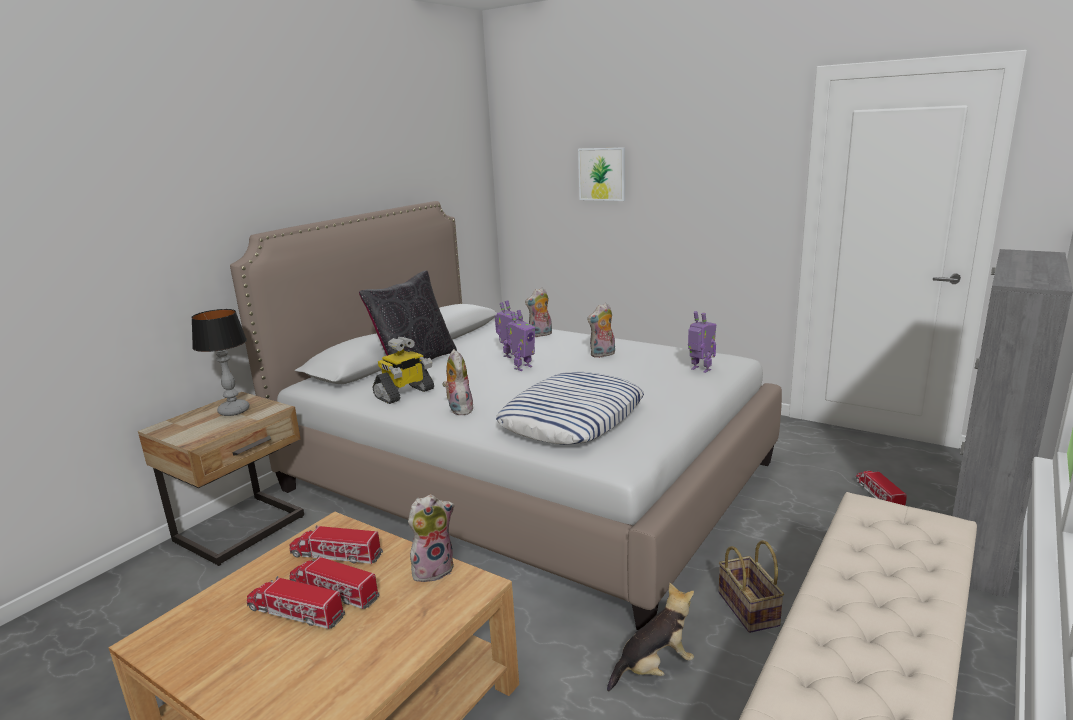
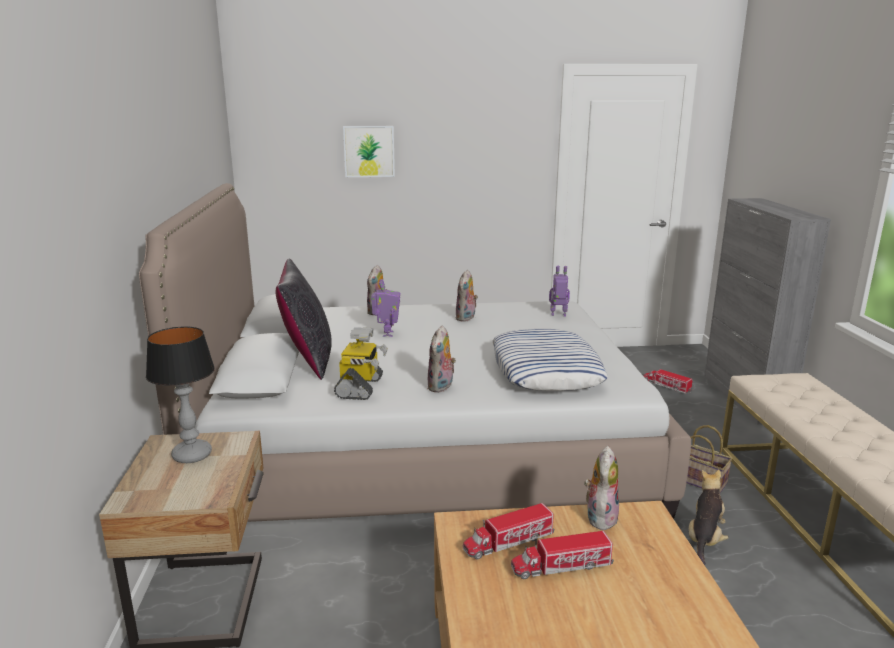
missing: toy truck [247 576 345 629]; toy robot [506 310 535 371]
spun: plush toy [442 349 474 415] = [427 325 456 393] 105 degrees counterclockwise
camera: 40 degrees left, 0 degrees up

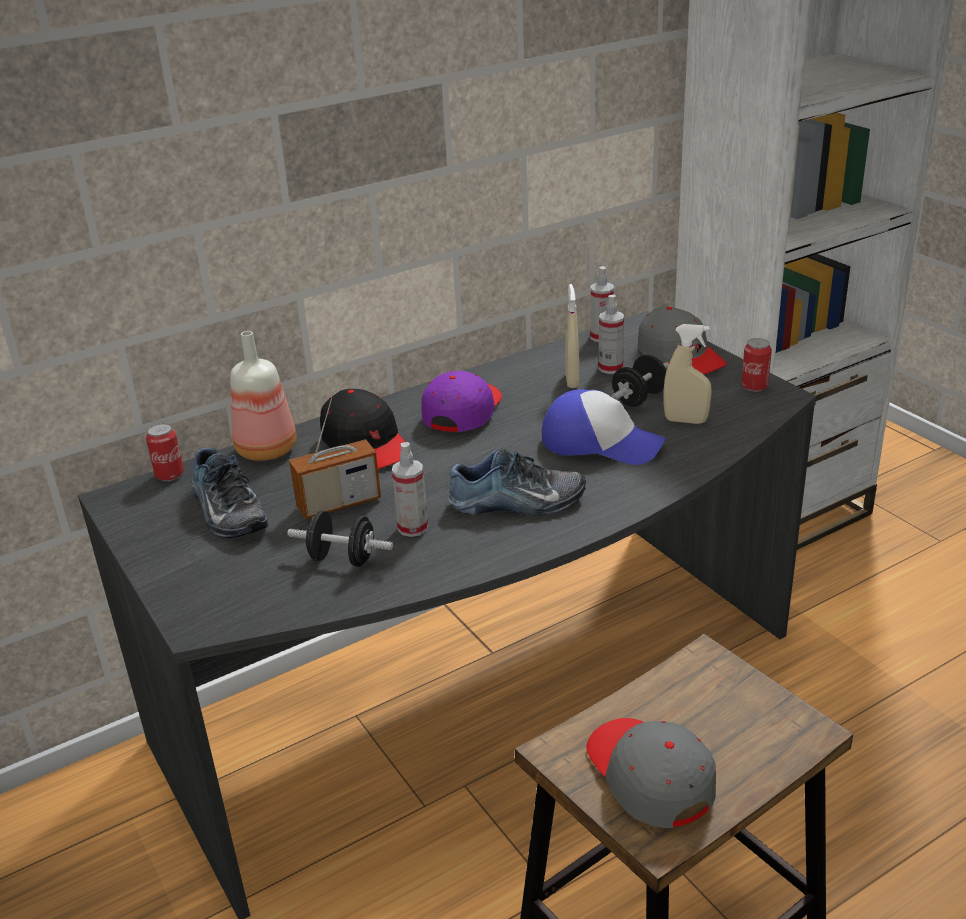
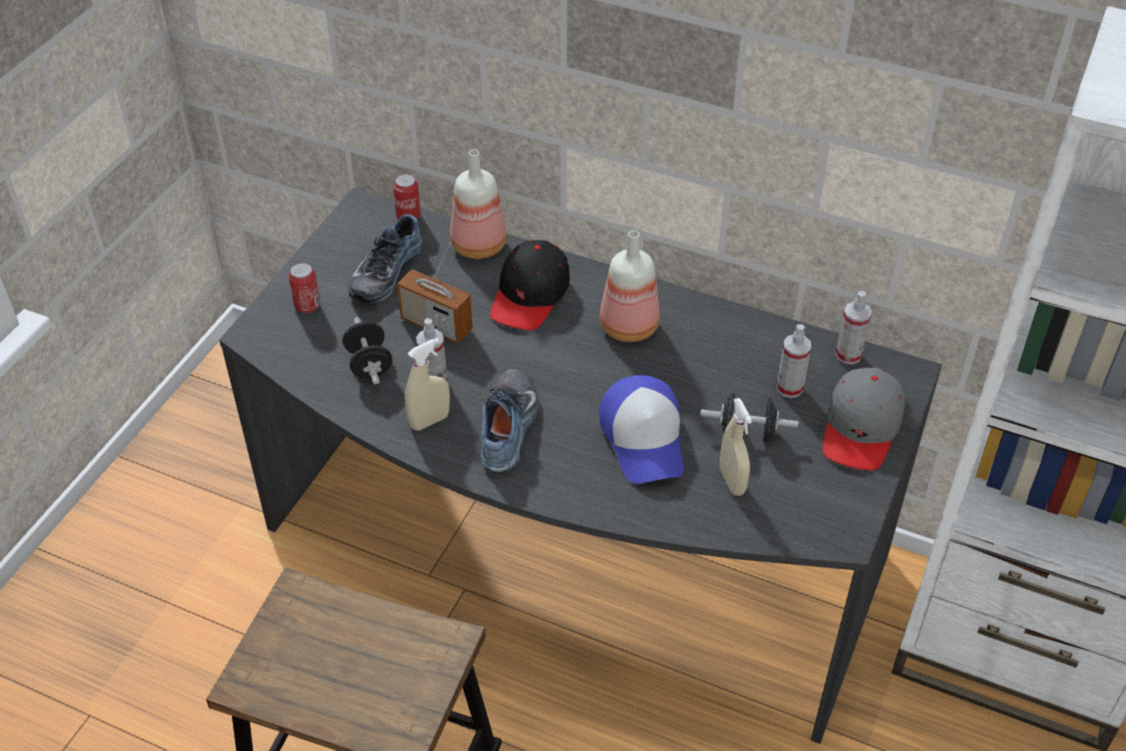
missing: grey cap [586 718 716 828]
relocated: can [741 338 772 392] to [289 263 320 313]; beige spray bottle [565 284 579 388] to [405 338 450 431]
exchanged: purple cap [421 371 502 432] to bottle [600 230 660 342]
spun: shoe [448 448 586 516] = [481 367 539 473] 135 degrees counterclockwise
camera: 55 degrees right, 15 degrees up

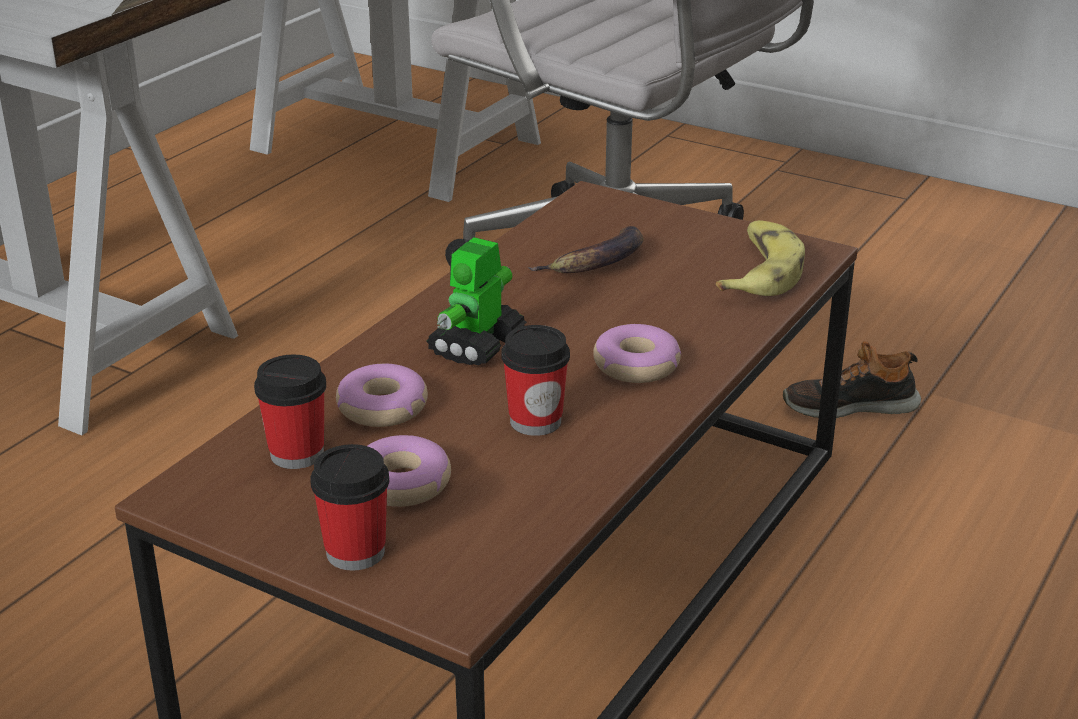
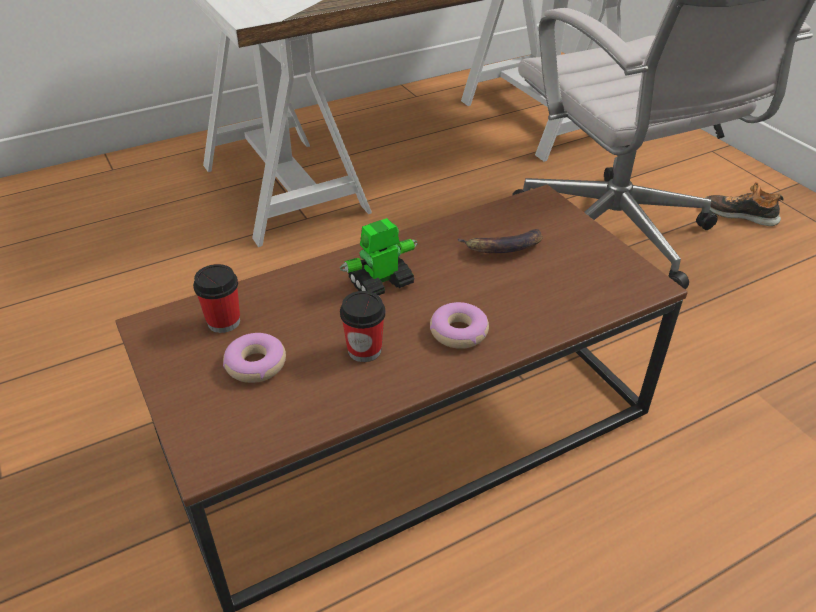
missing: cup [311 444 389 571]; donut [336 364 428 427]; banana [716 220 805 296]
relocated: shoe [783 341 921 418] to [705 182 783 226]
camera: 30 degrees right, 10 degrees up

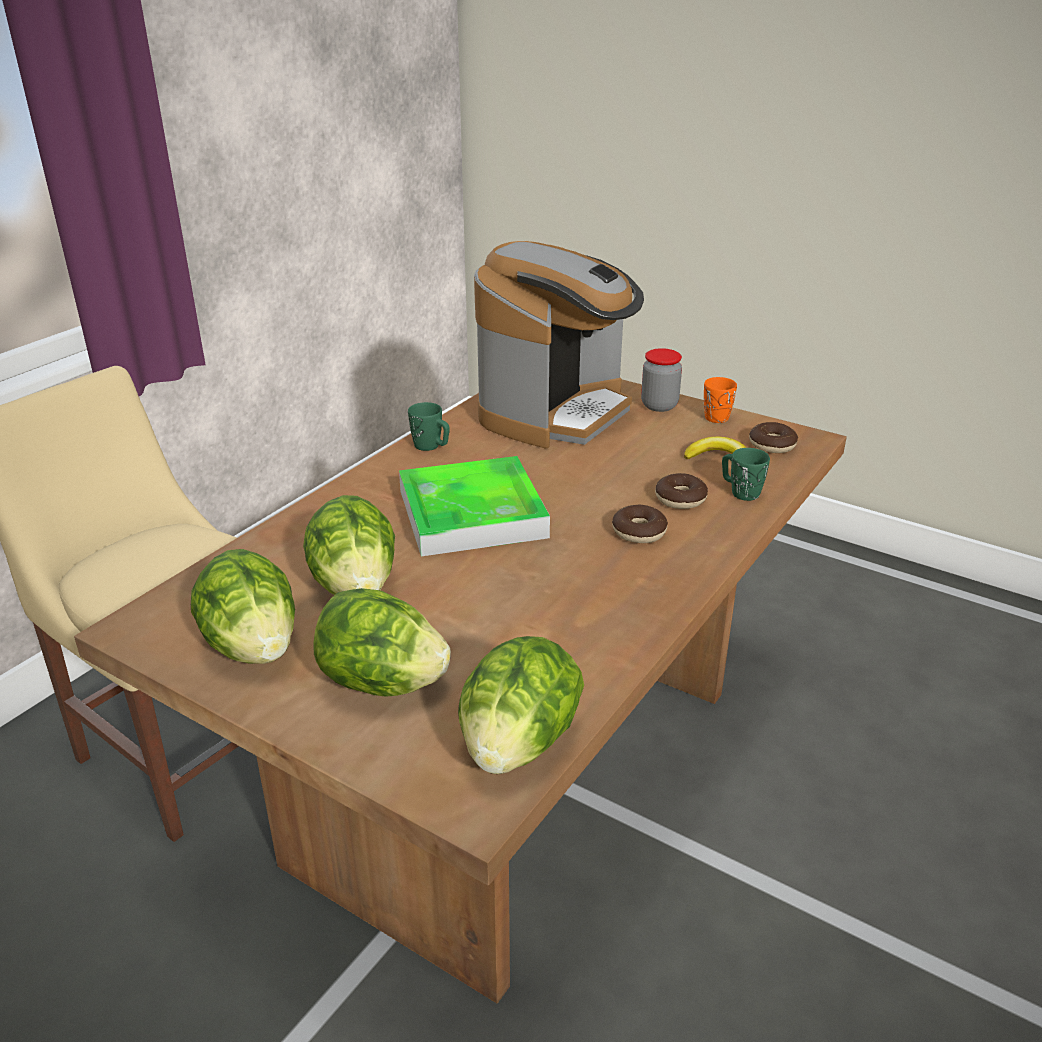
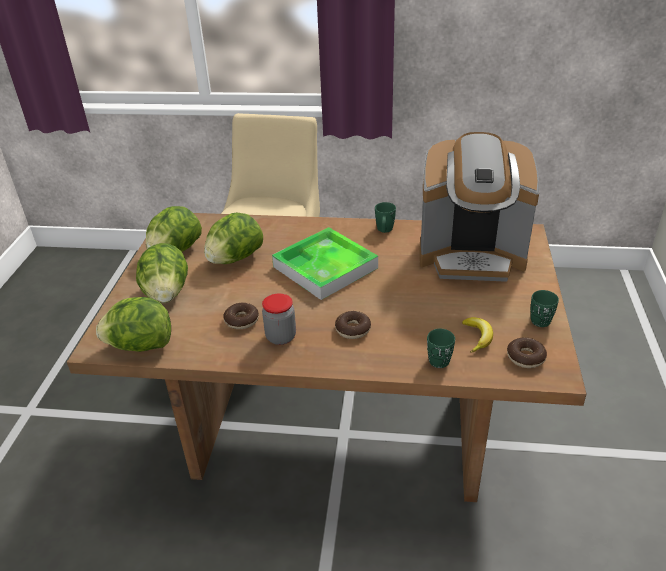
relocated: donut [655 473 708 509] to [223 303 259 329]; jar [641 348 682 412] to [262 293 296 345]
colour: orange mug [704 377 737 423] to green mug [531 290 559 327]
camera: 65 degrees right, 5 degrees up

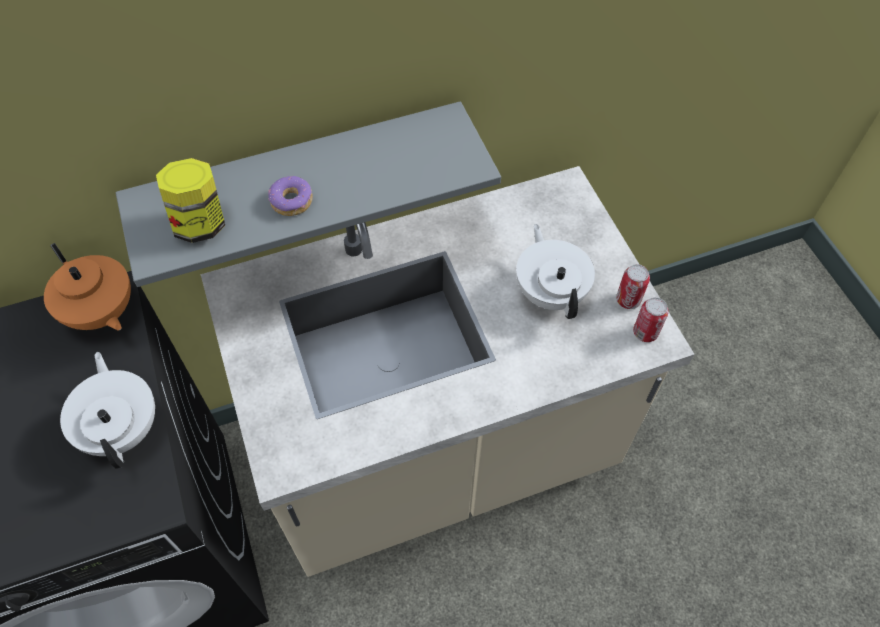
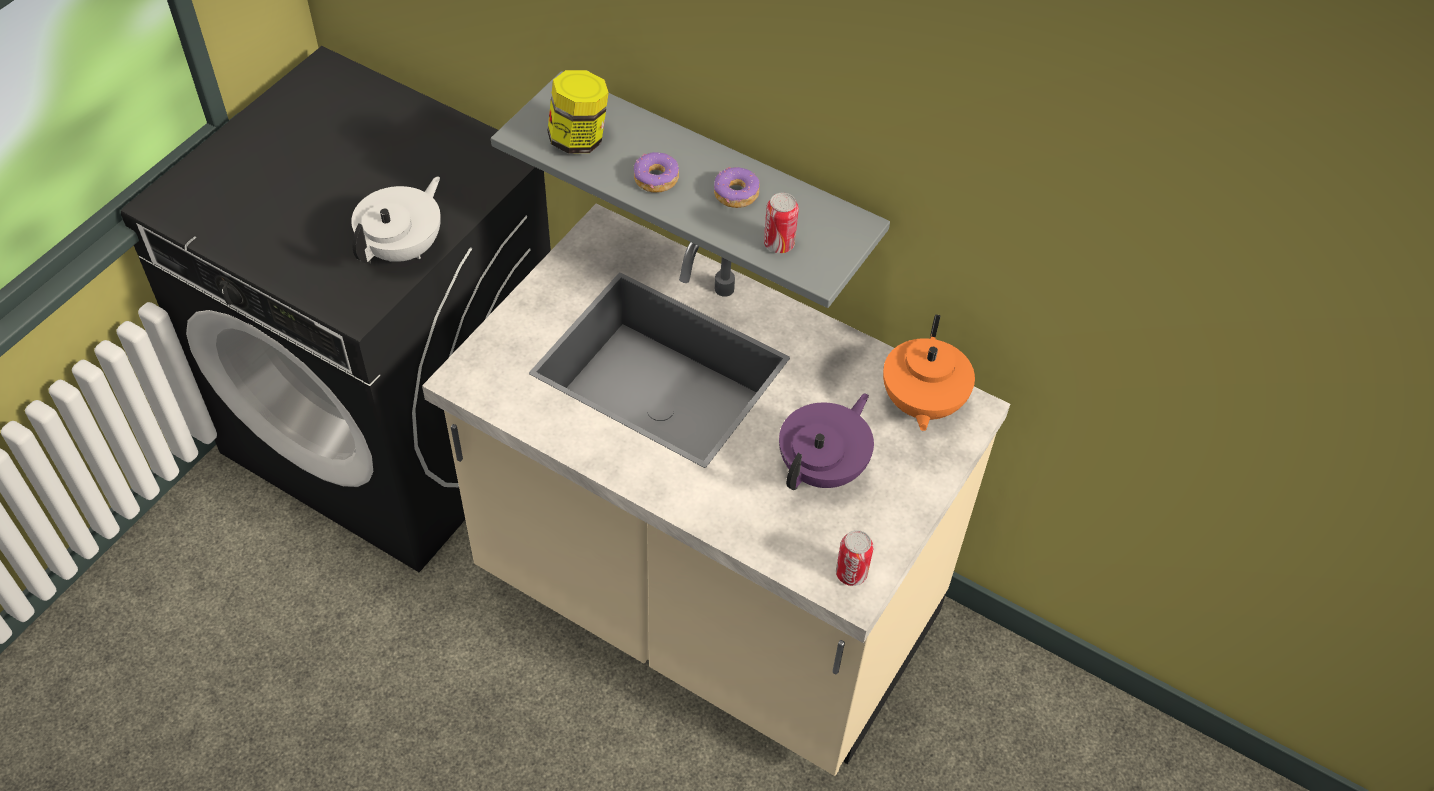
appeared: donut [714 167 760 208]
relocated: can [616 264 650 309] to [764 193 799 253]; orange teapot [44 243 131 331] to [883 314 975 431]
colour: white teapot [516 224 595 319] to purple teapot [779 393 874 490]
camera: 50 degrees right, 5 degrees down

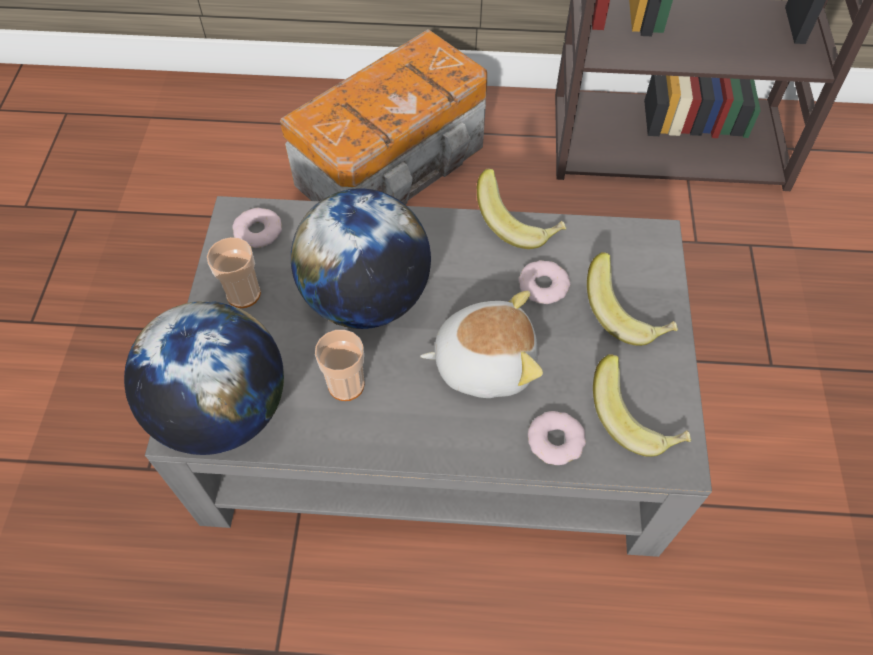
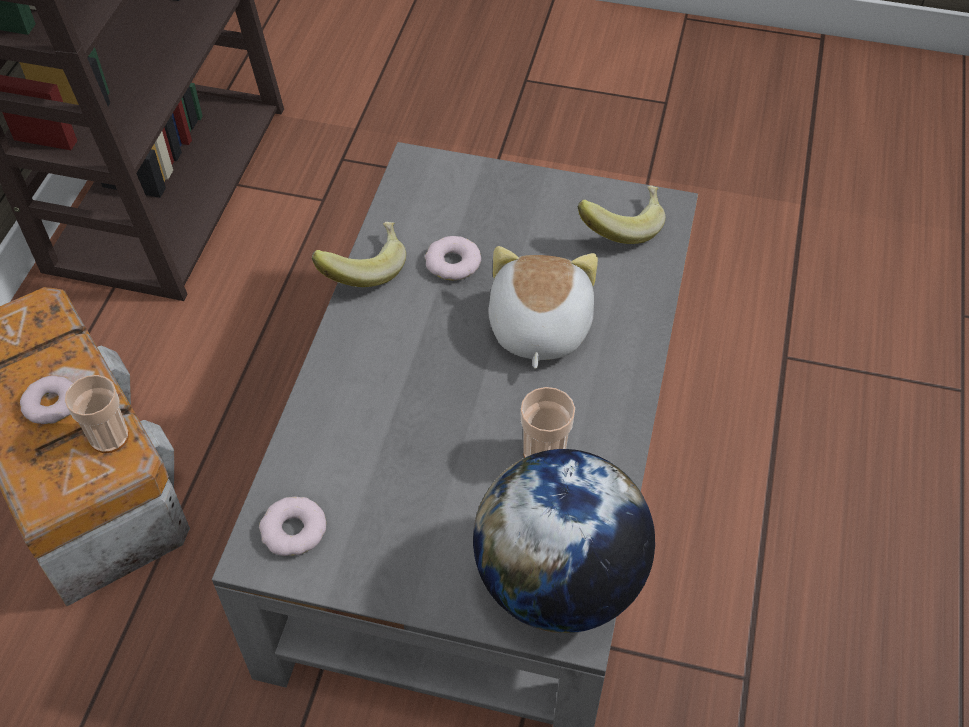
missing: globe [291 188 431 329]; banana [587 252 678 346]
relocated: donut [528 411 586 465] to [20 376 73 424]; cup [207 237 261 308] to [65 375 129 453]
camera: 80 degrees left, 5 degrees down

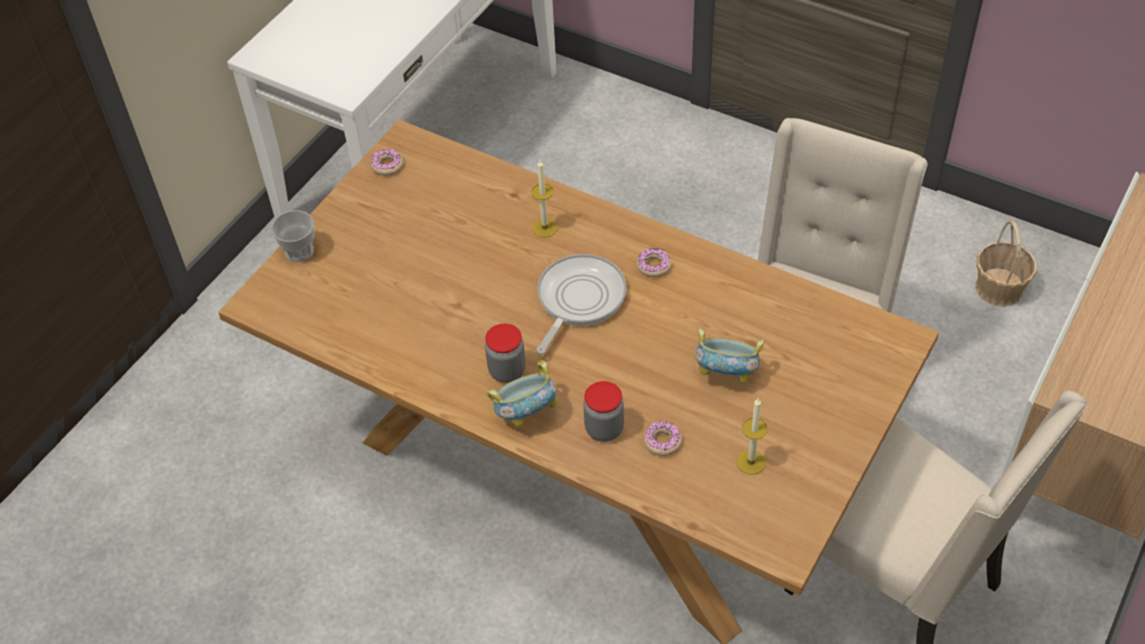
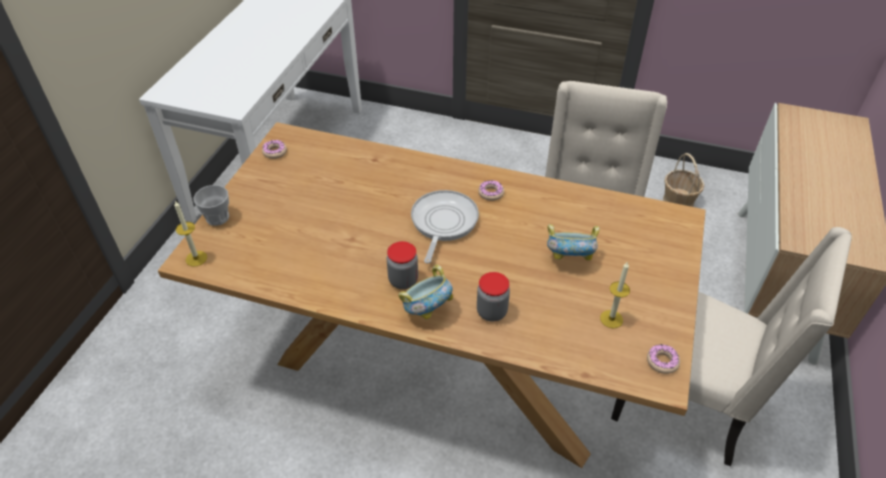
relocated: candle [531 160 558 237] to [174 201 207 267]; donut [644 421 682 456] to [647 344 680 374]
camera: 15 degrees left, 5 degrees down

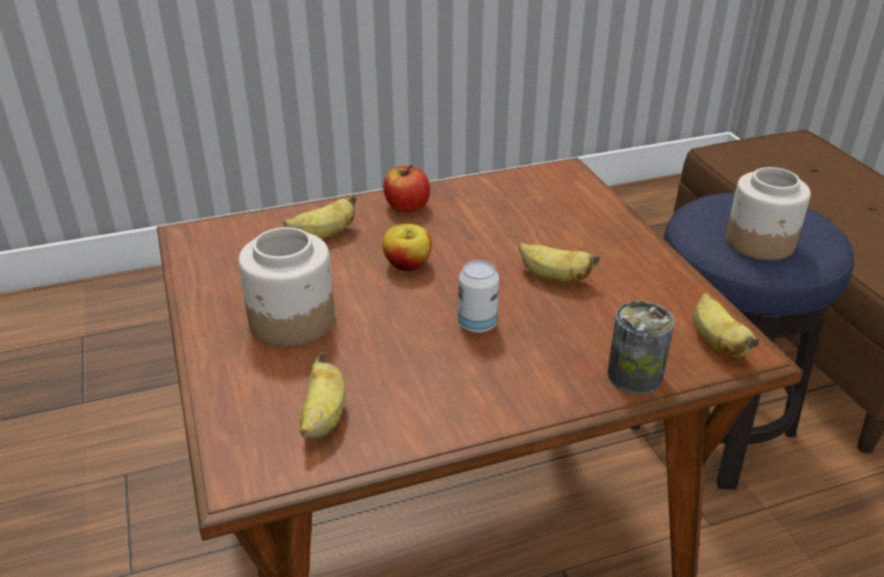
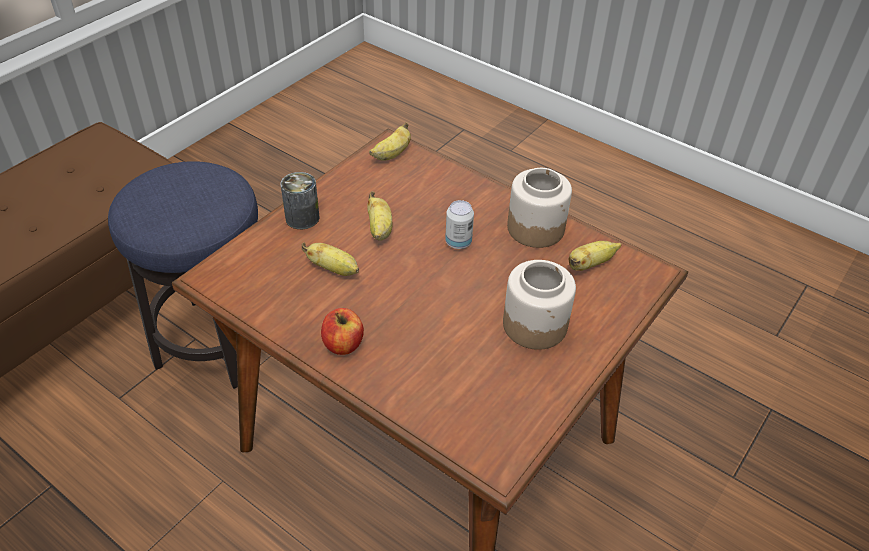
missing: apple [382 224 432 271]
relocated: can [607 301 674 394] to [280 172 320 229]; banana [283 195 356 239] to [302 242 359 276]; jar [726 167 811 260] to [507 168 572 248]
camera: 125 degrees left, 10 degrees up

